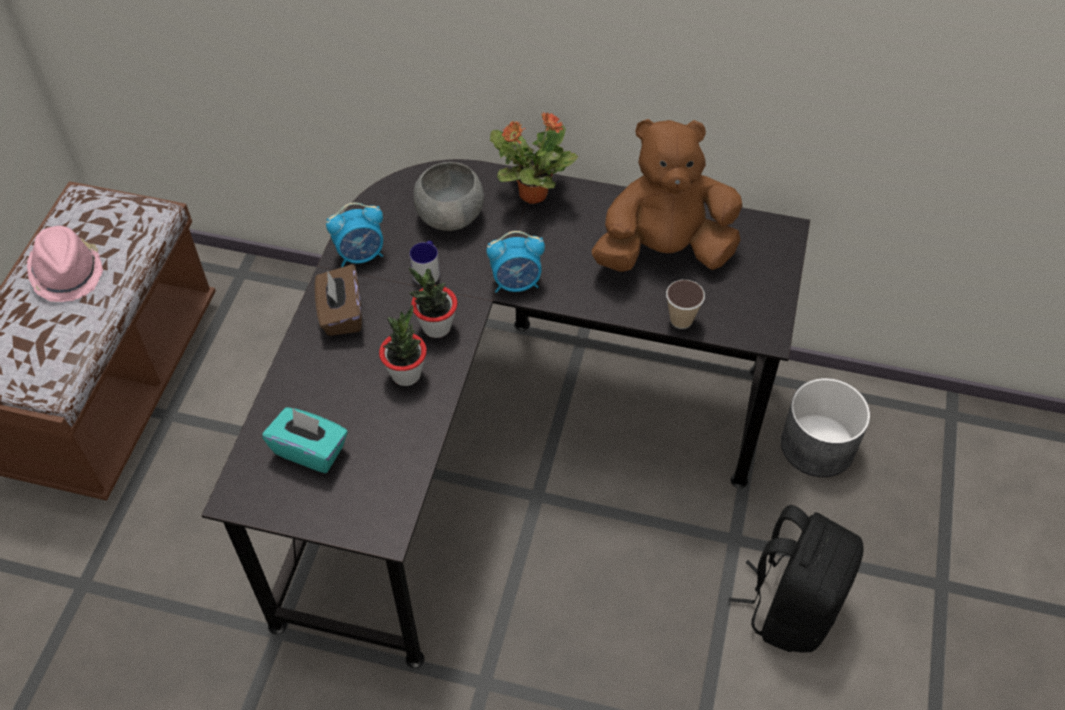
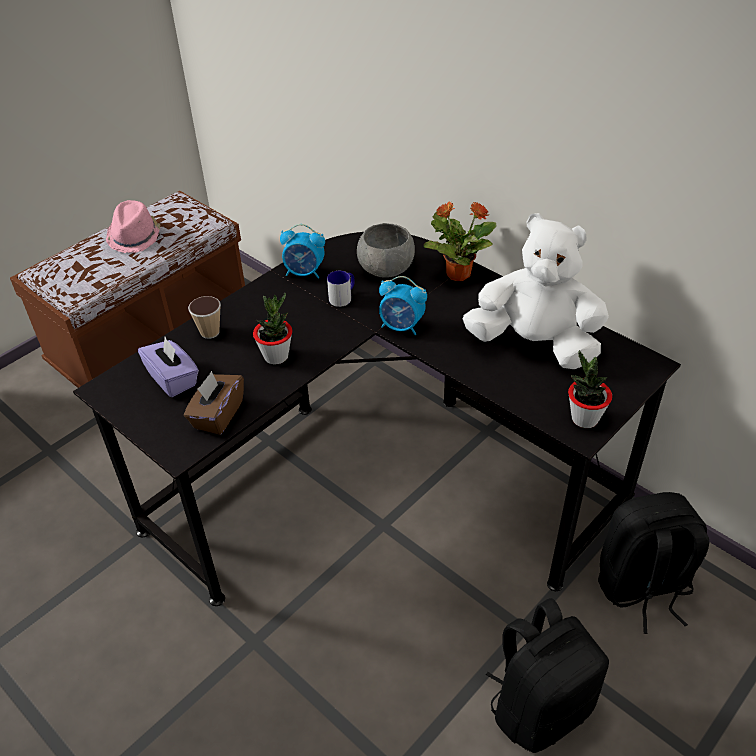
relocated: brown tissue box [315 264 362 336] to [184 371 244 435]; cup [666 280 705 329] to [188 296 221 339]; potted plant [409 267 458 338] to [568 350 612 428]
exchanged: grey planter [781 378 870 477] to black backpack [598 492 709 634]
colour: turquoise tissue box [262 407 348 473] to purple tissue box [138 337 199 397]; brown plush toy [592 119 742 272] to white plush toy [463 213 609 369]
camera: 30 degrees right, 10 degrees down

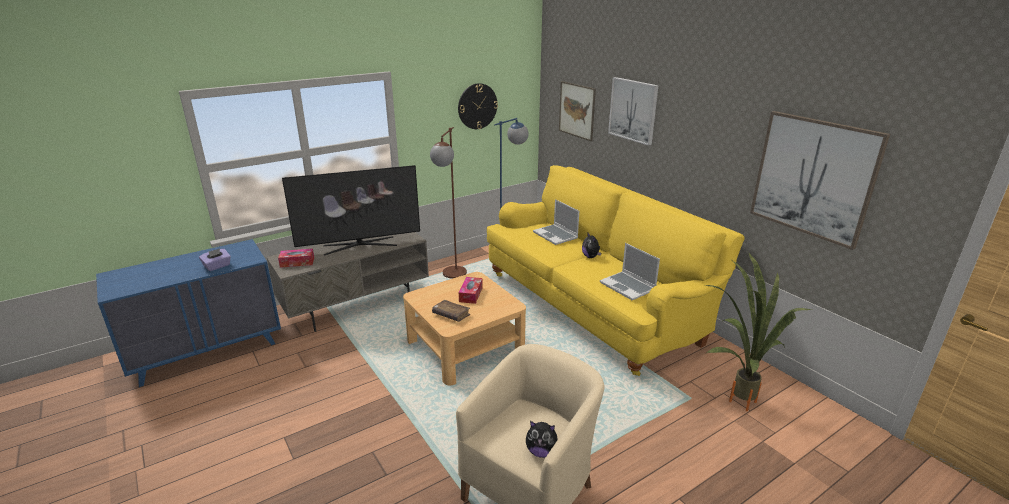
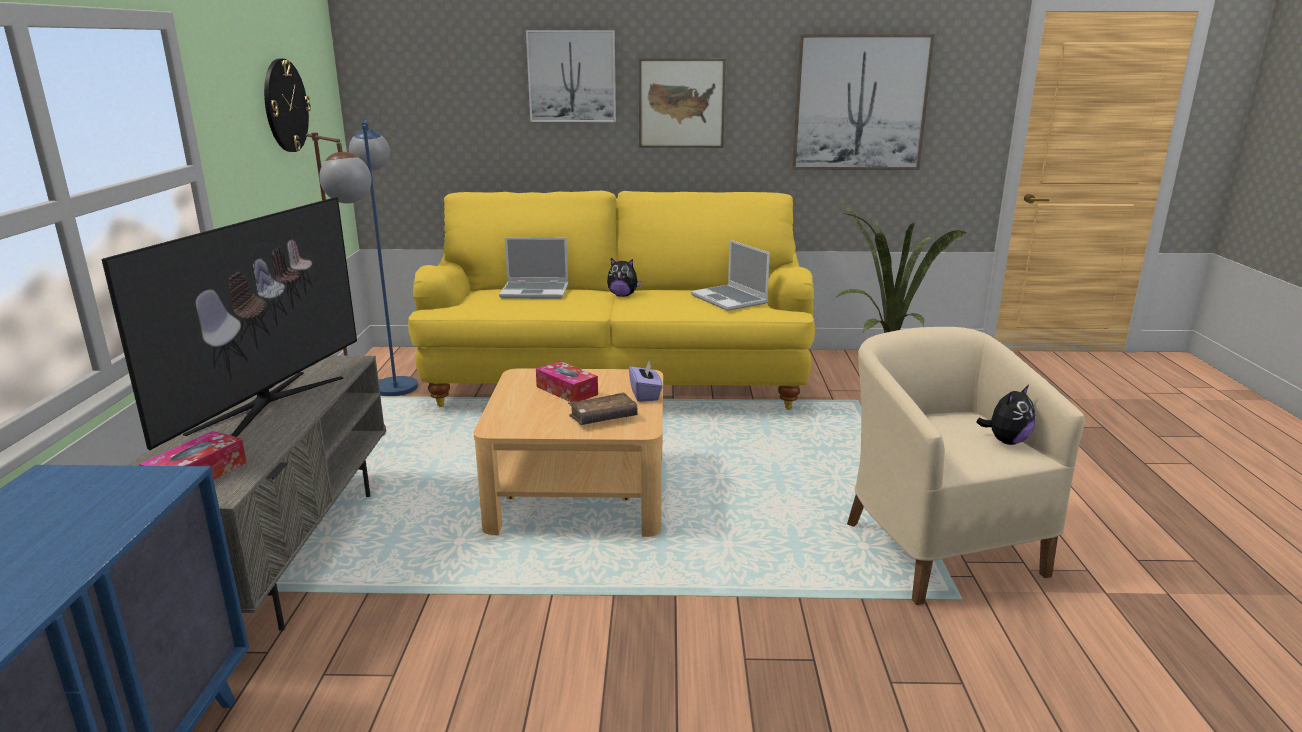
relocated: purple tissue box [199 249 231 271] to [629 361 663 402]; picture [559 81 596 141] to [639 58 726 148]
spun: laptop [600 243 660 300] = [691 240 770 311] 60 degrees clockwise
camera: 55 degrees left, 5 degrees down

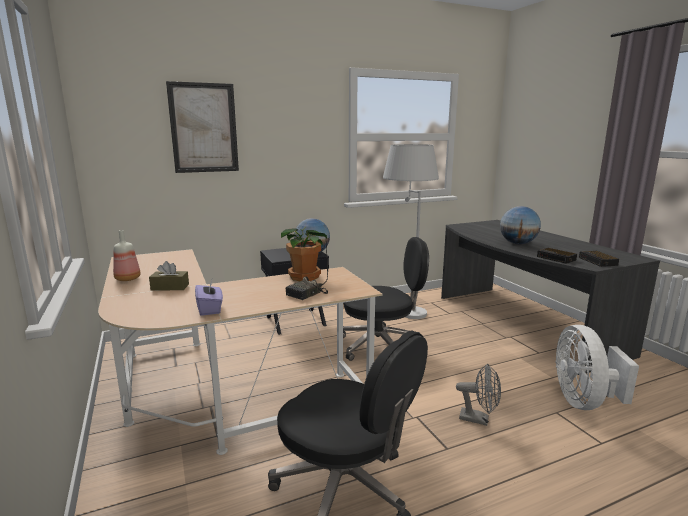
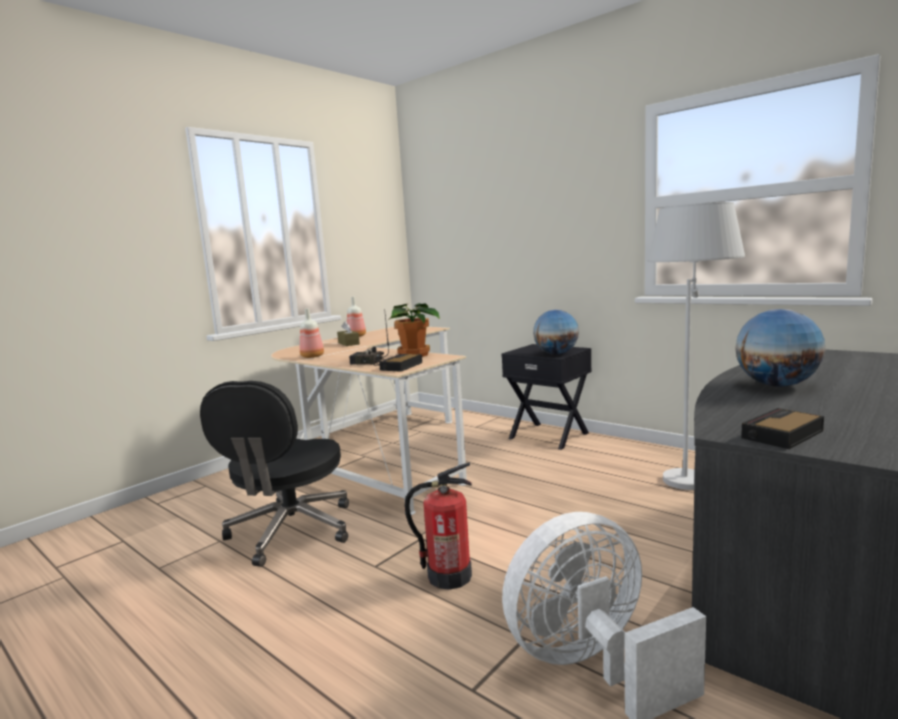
missing: picture [166 81 239 173]; black office chair [343 237 429 361]
relocated: alarm clock [537 248 577 264] to [379 354 422 372]
exchanged: purple tissue box [195 280 223 316] to bottle [300 308 324 358]; grey fan [456 364 501 426] to fire extinguisher [404 463 472 590]
camera: 65 degrees right, 5 degrees down

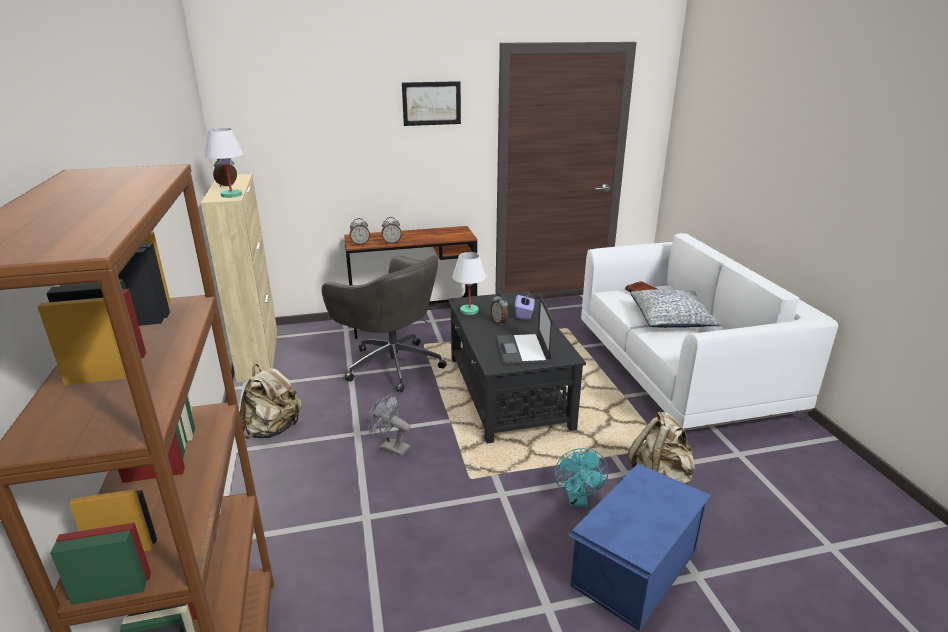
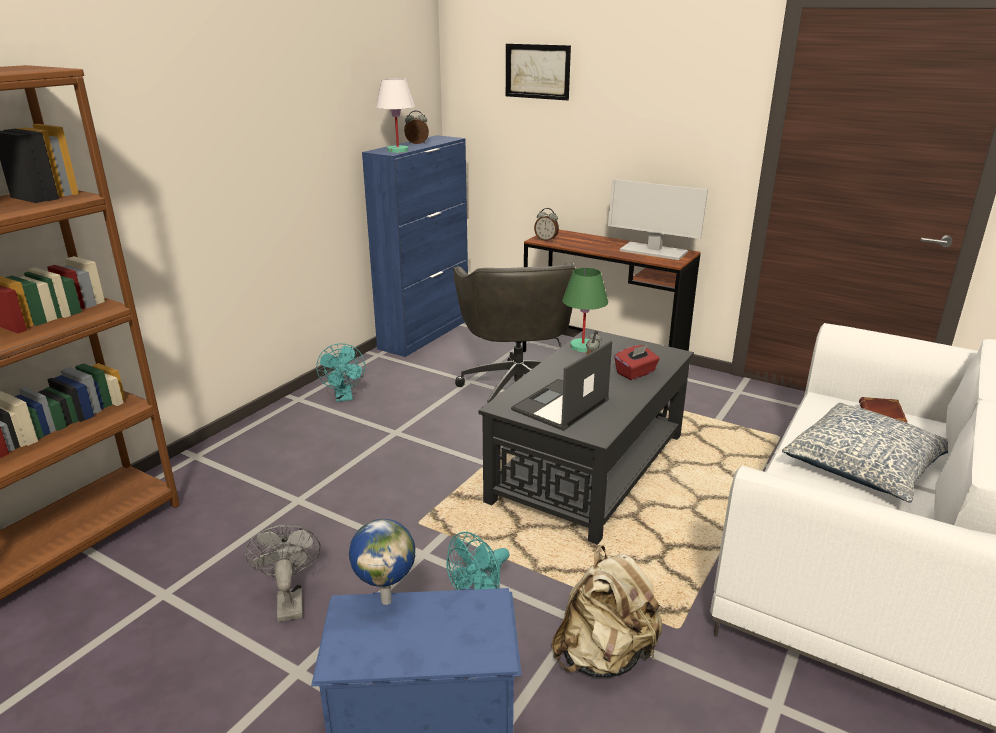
missing: alarm clock [381 217 402 244]
appeared: globe [349 519 415 605]; monitor [608 179 708 260]
relocated: grey fan [367 394 410 456] to [245 525 320 622]; picture [402 81 461 126] to [506 44 571 100]
exchanged: beige backpack [239 364 302 439] to turquoise fan [316 343 365 402]
colour: beige cabinet [201 174 277 383] to blue cabinet [362 135 468 357]; white table lamp [452 252 486 315] to green table lamp [562 268 608 352]; purple tissue box [515 295 535 320] to red tissue box [614 345 660 380]
camera: 45 degrees right, 0 degrees up

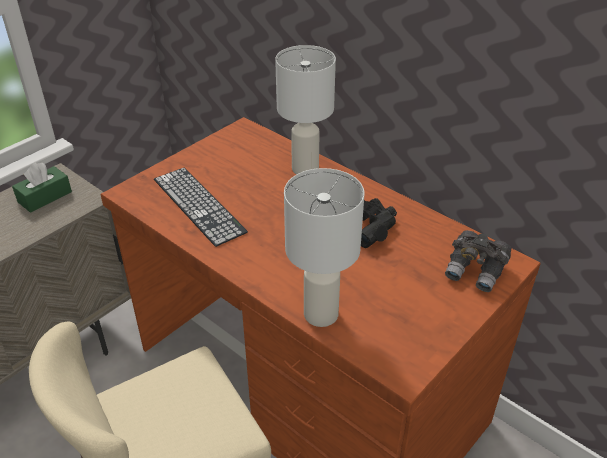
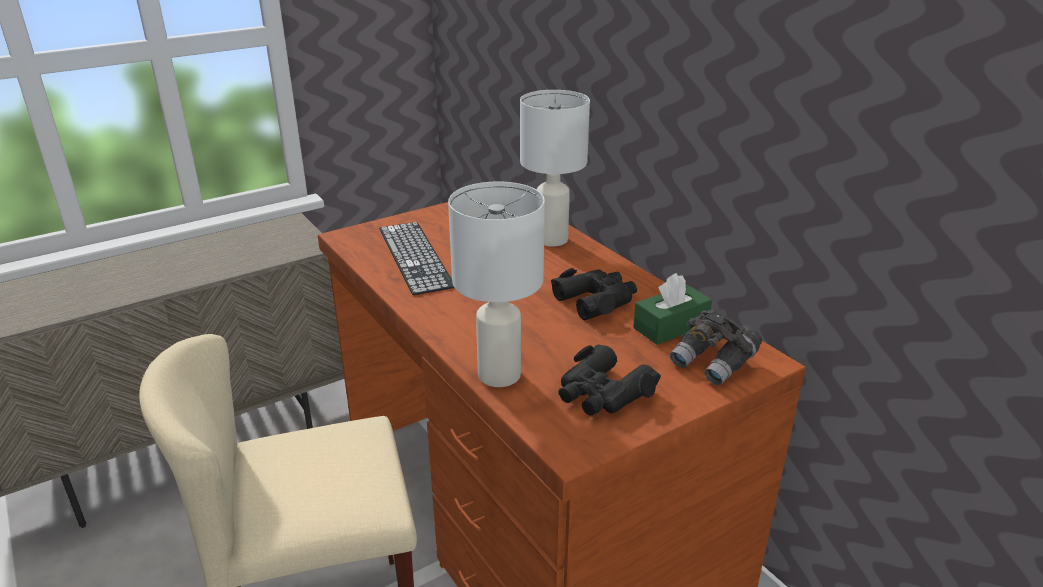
appeared: black binoculars [558 344 661 416]
relocated: green tissue box [12 162 72 213] to [633 273 712 345]
camera: 15 degrees right, 10 degrees down

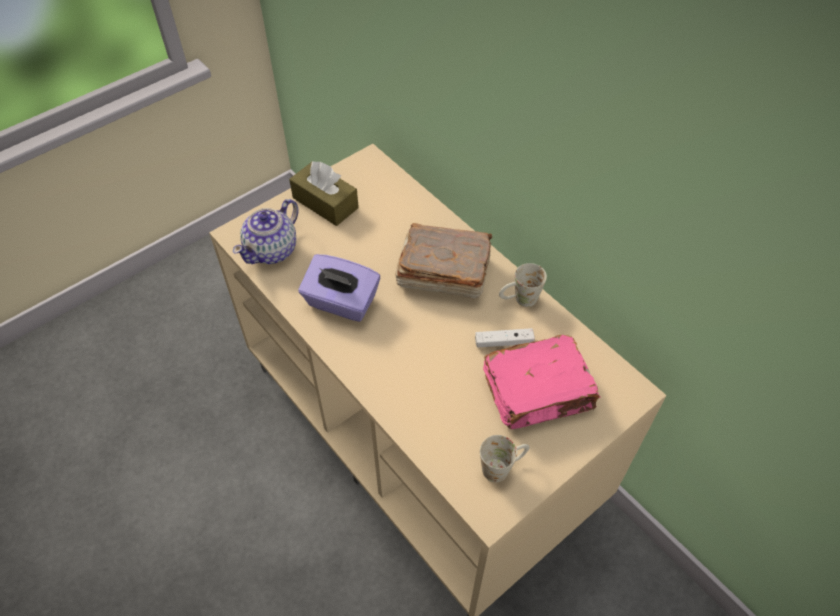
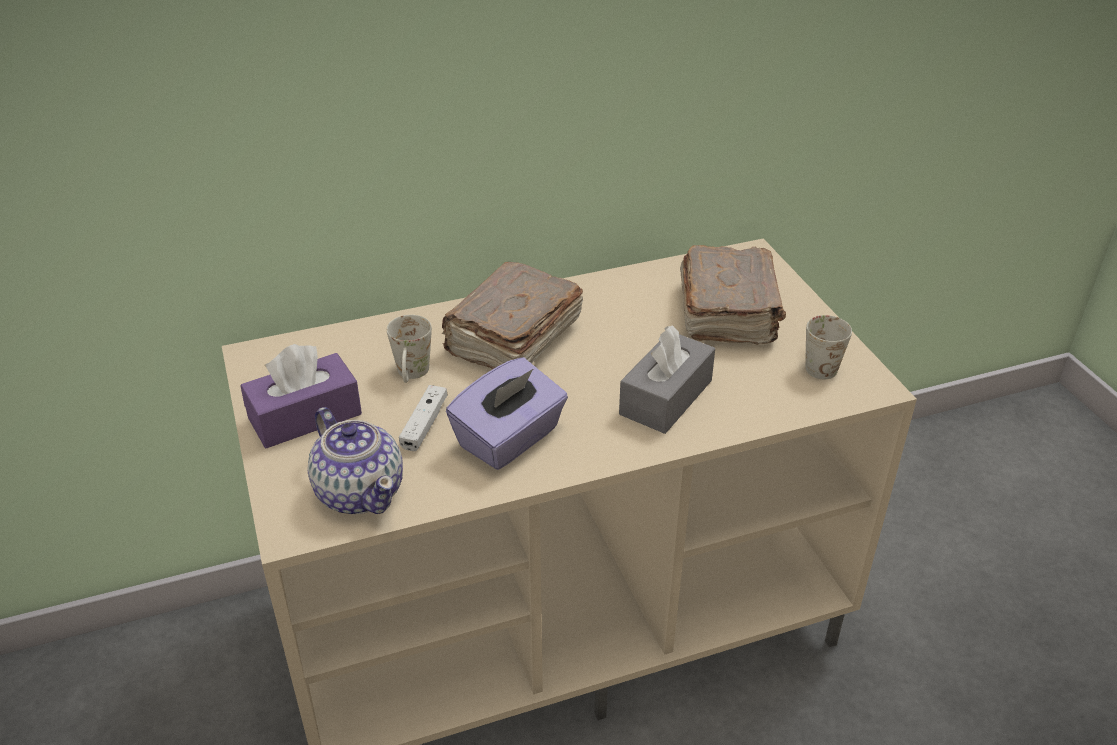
appeared: grey tissue box [619 326 715 434]
relocated: white mug [499 263 547 307] to [387 315 432 383]; white game controller [475 328 535 347] to [399 385 447 451]
colour: brown tissue box [289 161 359 226] to purple tissue box [240 344 362 448]; pink book [483 335 601 429] to brown book [680 245 786 345]
camera: 70 degrees left, 15 degrees down

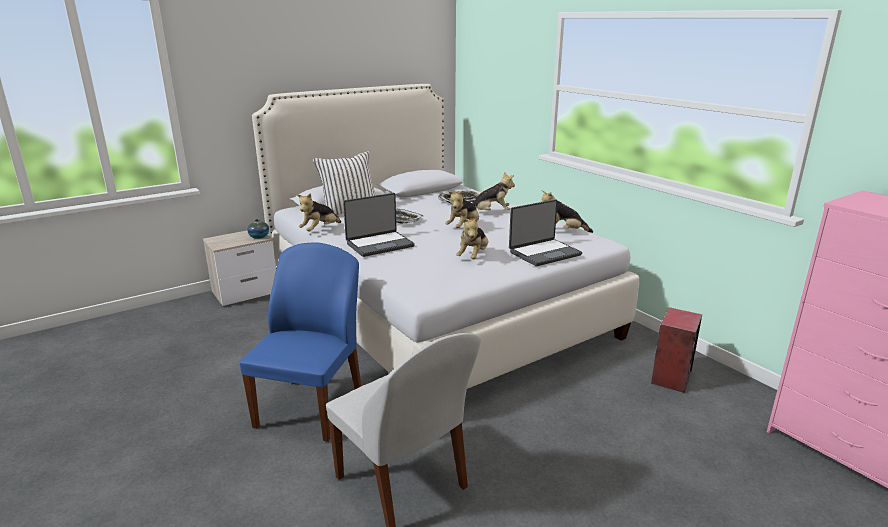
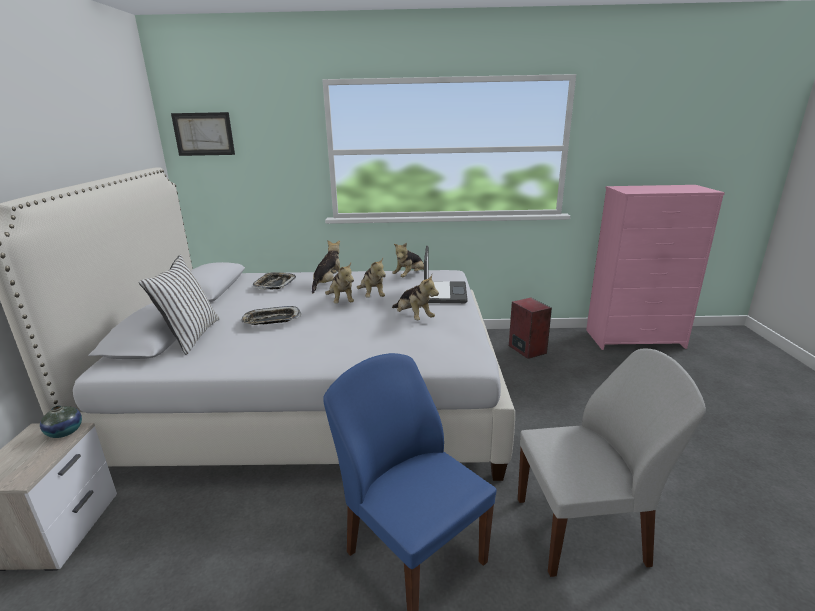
missing: laptop [343 193 415 257]
appeared: picture [171 112 235 156]
relocated: plush toy [297 193 341 232] to [357 258 386 298]
camera: 55 degrees left, 0 degrees up

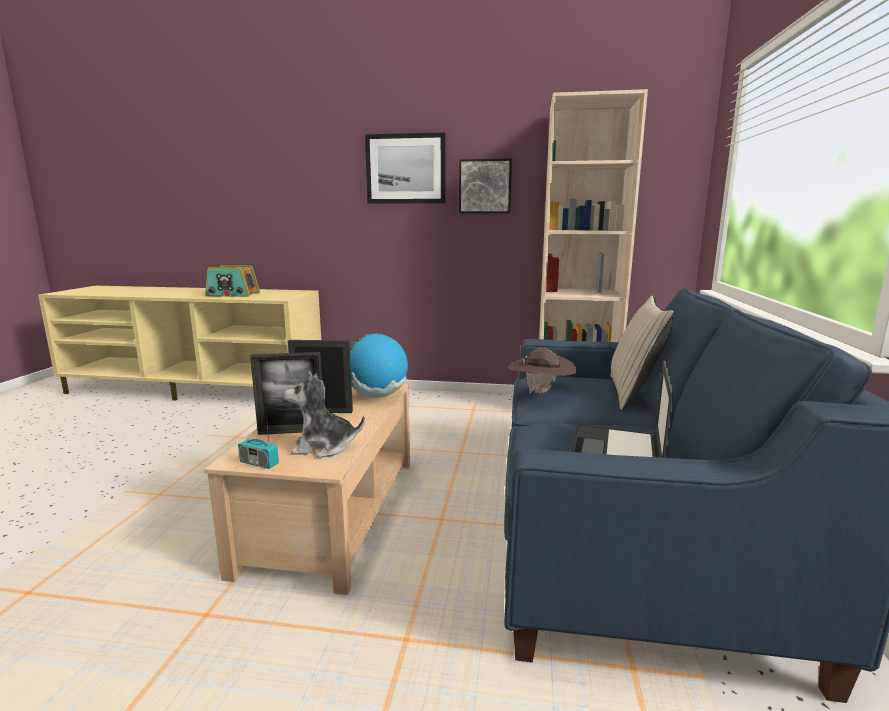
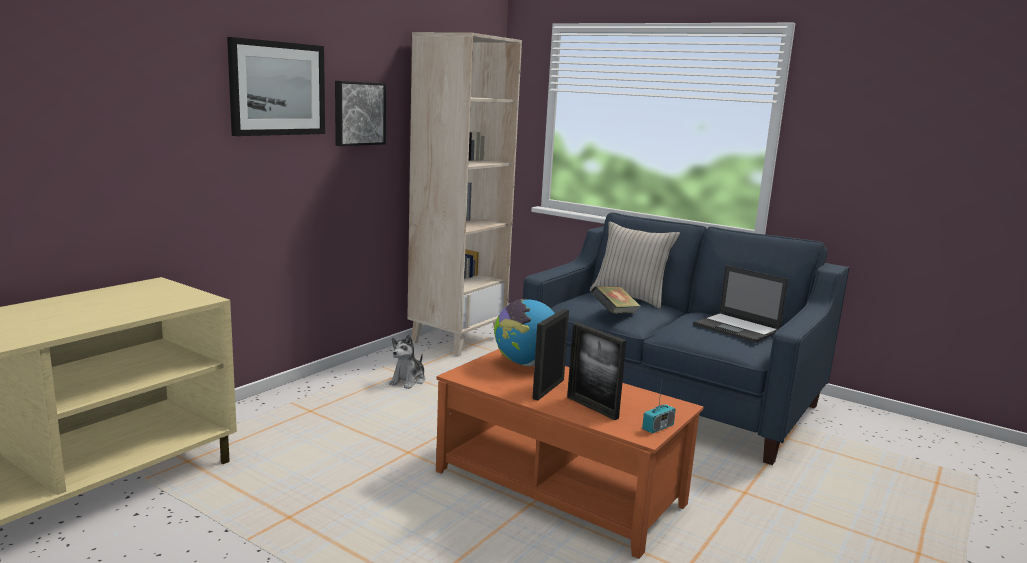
missing: radio [205 265 260 297]
relocated: plush toy [284 371 365 458] to [389 334 425 389]
exchanged: brown hat [508 348 577 394] to book [591 286 641 314]
colour: beige coffee table [204 384 410 595] to orange coffee table [436 349 703 559]
spun: picture frame [250 352 322 435] = [567 322 627 420] 120 degrees clockwise
camera: 65 degrees left, 0 degrees up

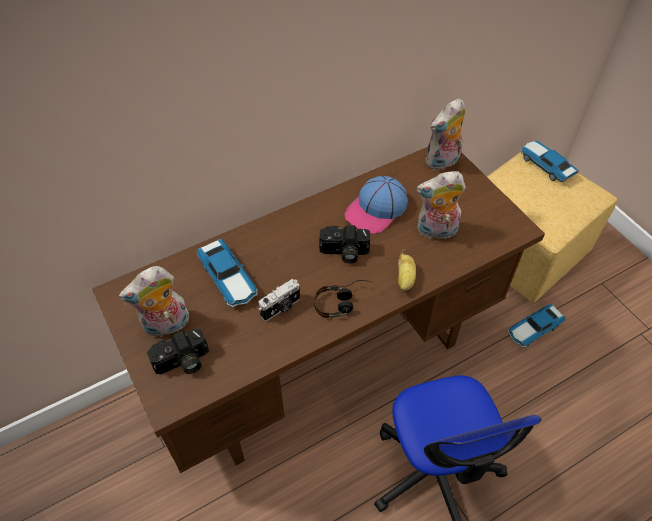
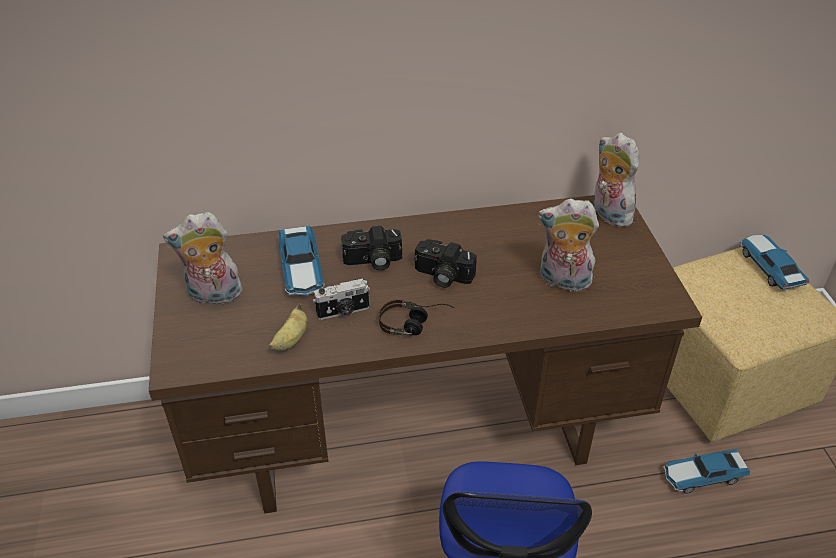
missing: cap [345 176 408 234]
relocated: banana [398 249 416 291] to [269 303 308 351]; photo camera [147 329 209 374] to [341 226 402 271]
spun: plush toy [426 98 465 170] = [593 132 639 227] 75 degrees clockwise
camera: 20 degrees right, 10 degrees down

